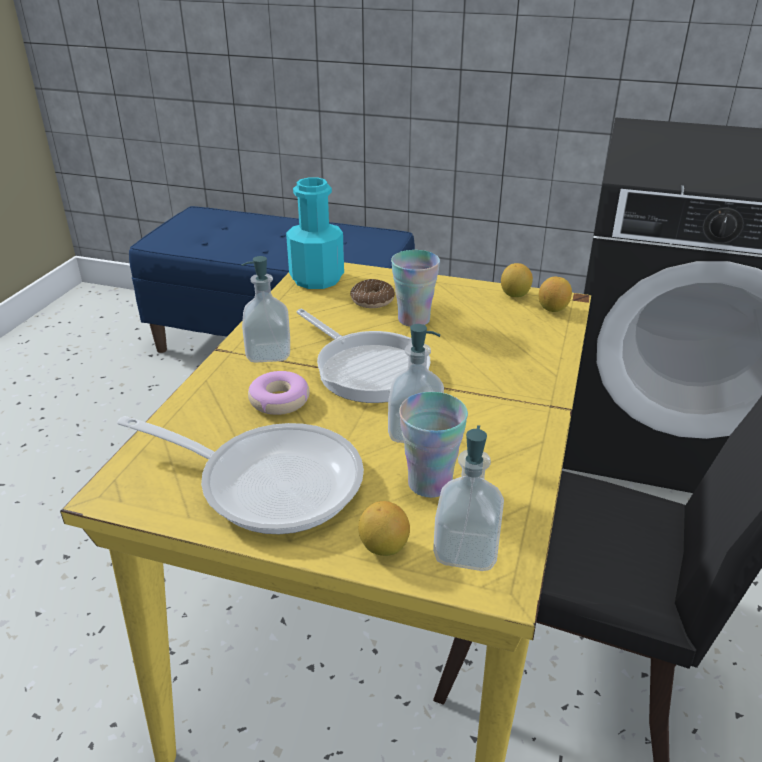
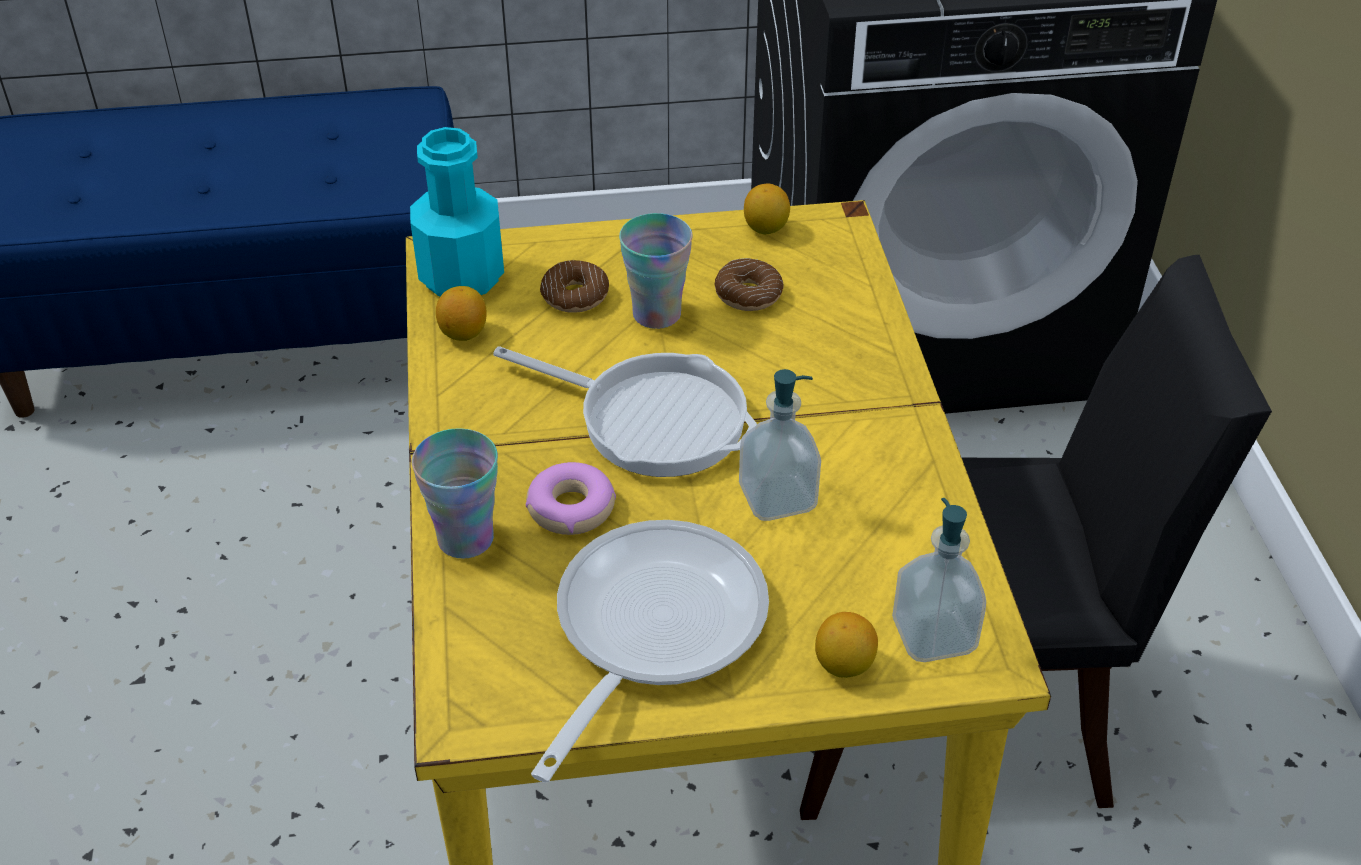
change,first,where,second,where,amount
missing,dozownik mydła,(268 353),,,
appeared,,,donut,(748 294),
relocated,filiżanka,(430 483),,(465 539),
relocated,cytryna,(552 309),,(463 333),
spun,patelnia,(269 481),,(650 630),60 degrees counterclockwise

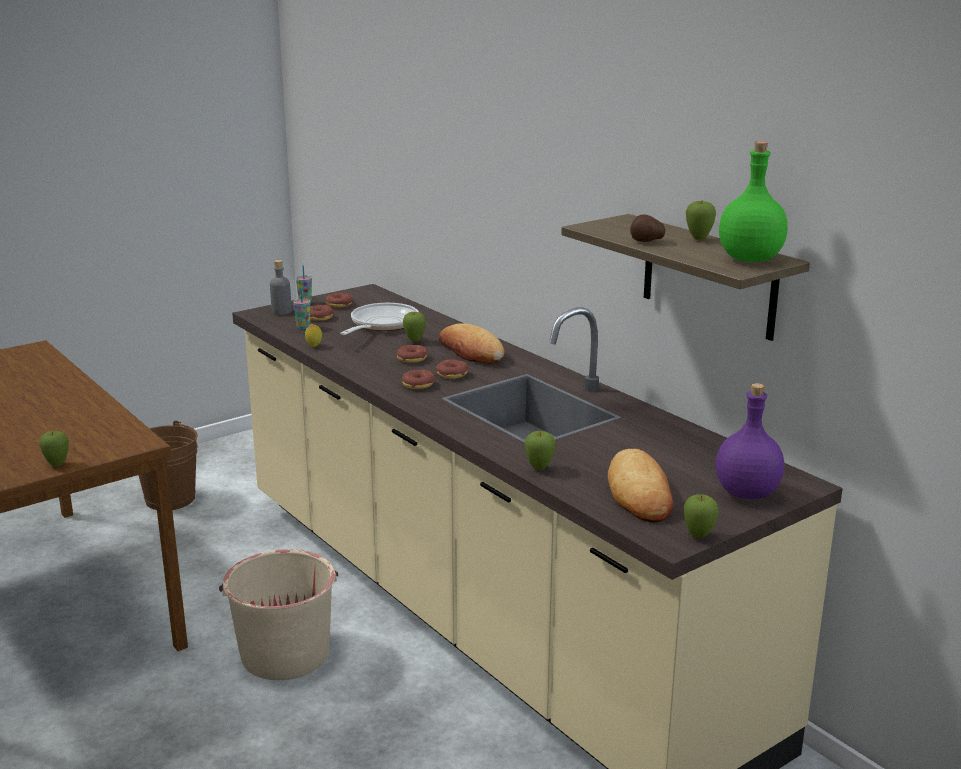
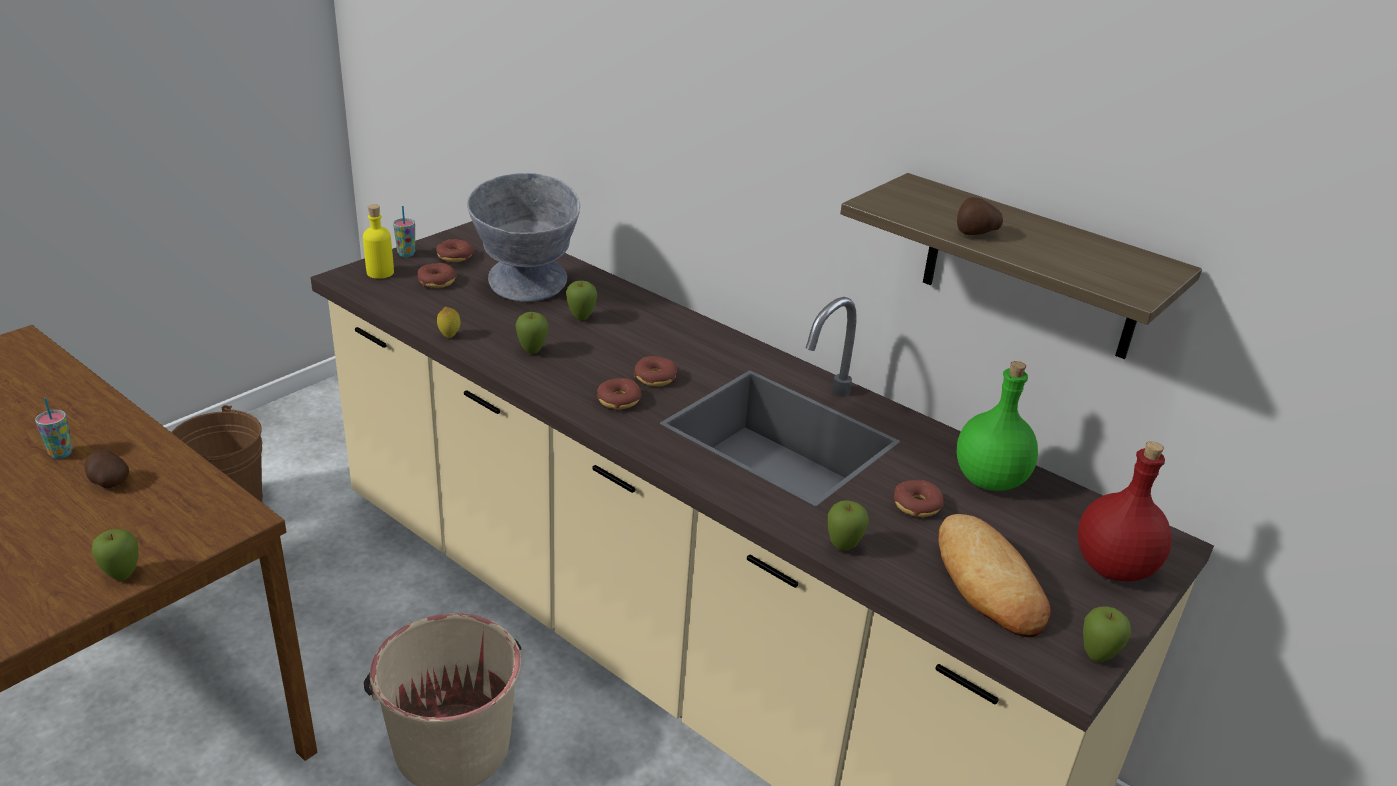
change,first,where,second,where,amount
missing,chleb,(471 351),,,
appeared,,,ziemniak,(108 482),
relocated,filiżanka,(303 327),,(61 453),
relocated,donut,(412 359),,(917 505),
relocated,jabłko,(698 239),,(532 351),
relocated,butelka [zielony],(749 259),,(989 481),
exchanged,patelnia,(381 325),miska [szary],(525 291),
colour,butelka [szary],(281 311),butelka [żółty],(380 272),
colour,butelka [fioletowy],(746 493),butelka [czerwony],(1113 568),

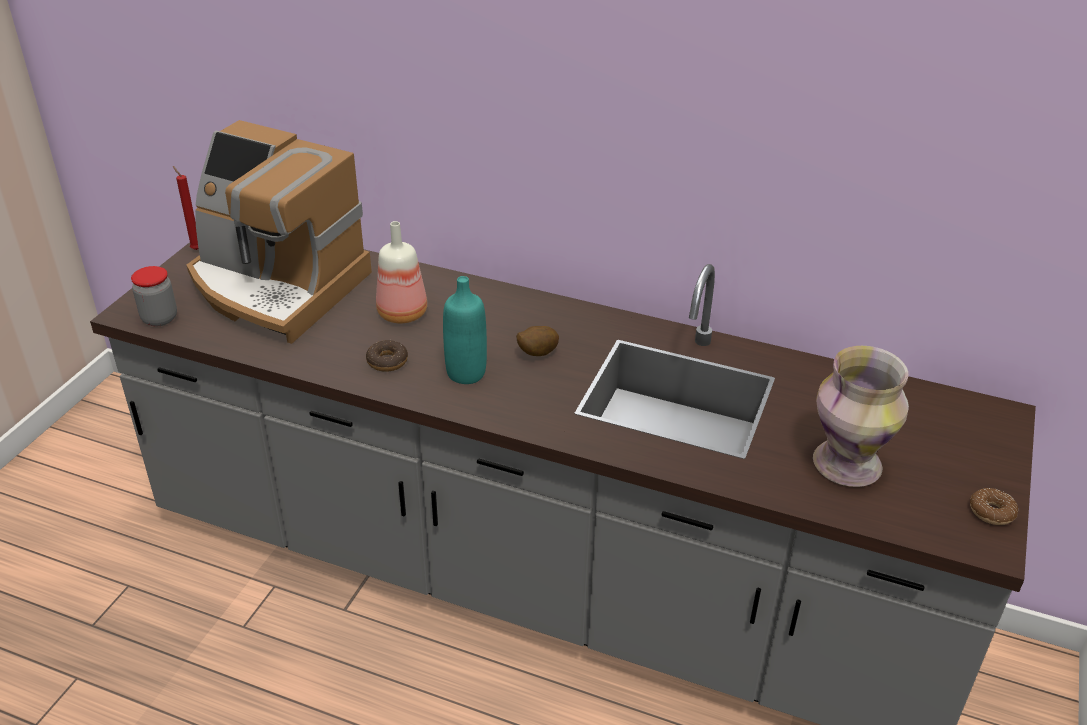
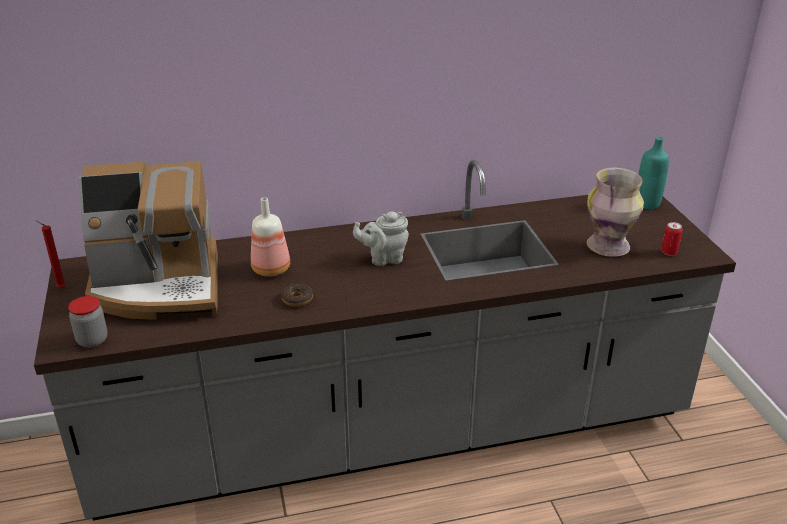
change,first,where,second,where,amount
missing,donut,(991 512),,,
appeared,,,puszka,(669 252),
relocated,butelka [turkusowy],(466 373),,(647 203),
exchanged,ziemniak,(536 353),imbryk [szary],(384 258),

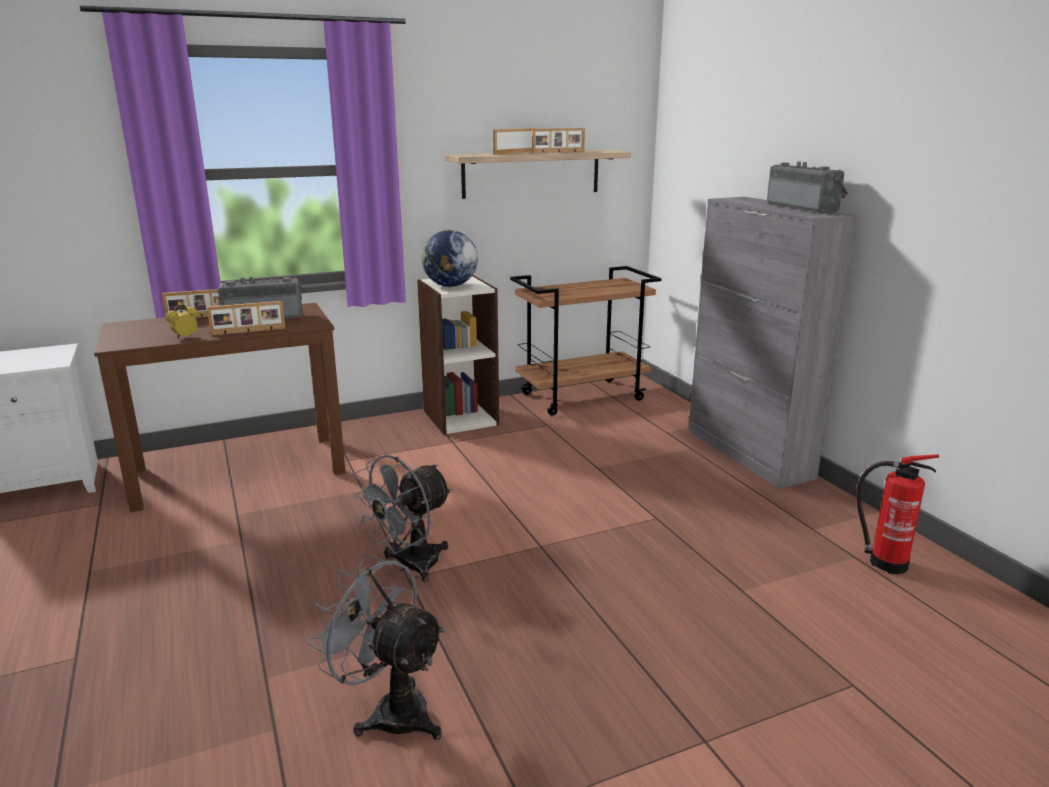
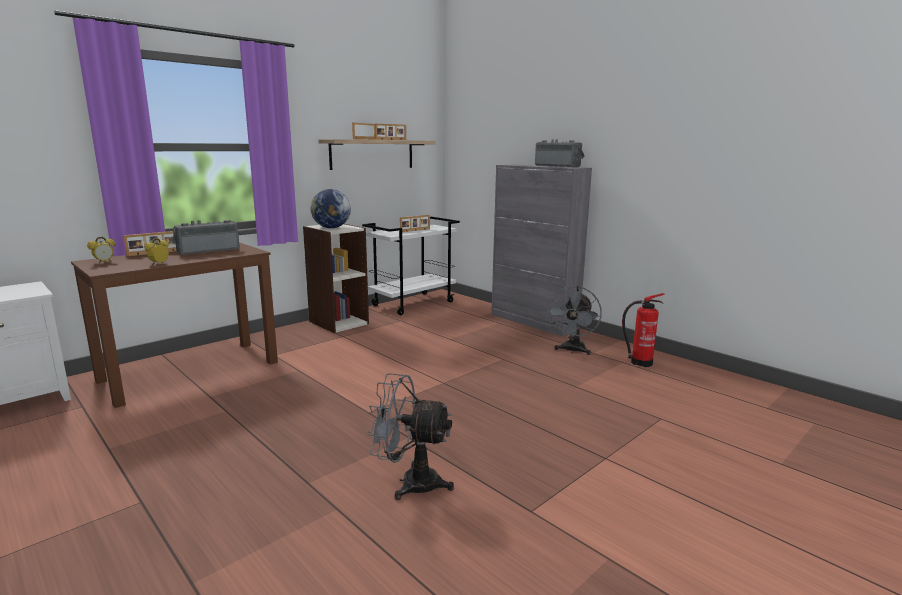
change,first,where,second,where,amount
appeared,,,budzik,(104 262),
relocated,ramka na zdjęcie,(248 331),,(415 230),
relocated,wentylator [szary],(410 566),,(572 351),
colour,wózek [brązowy],(582 396),wózek [biały],(413 303),

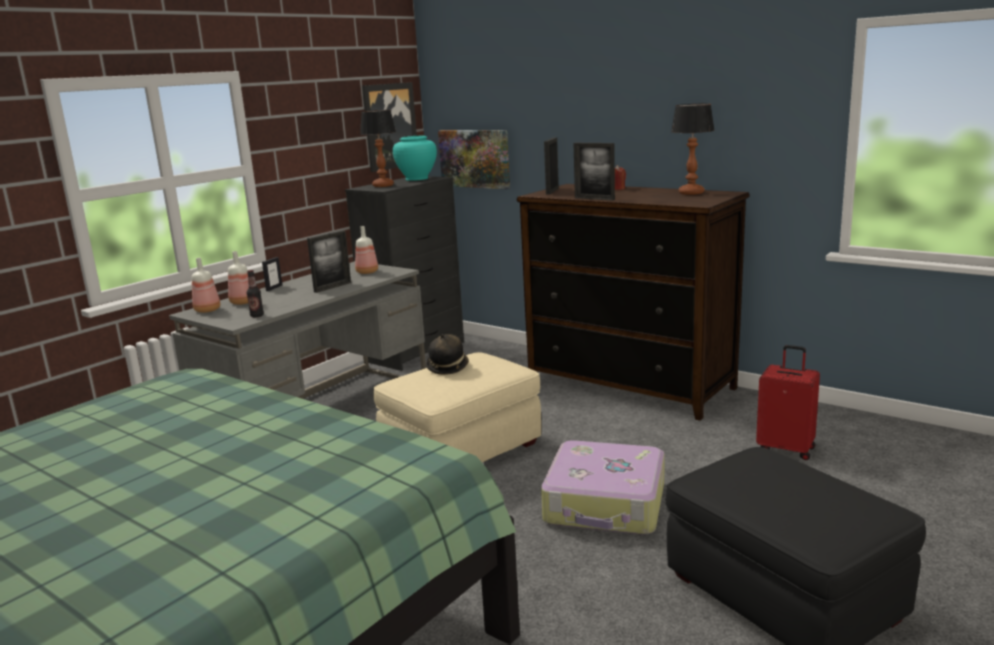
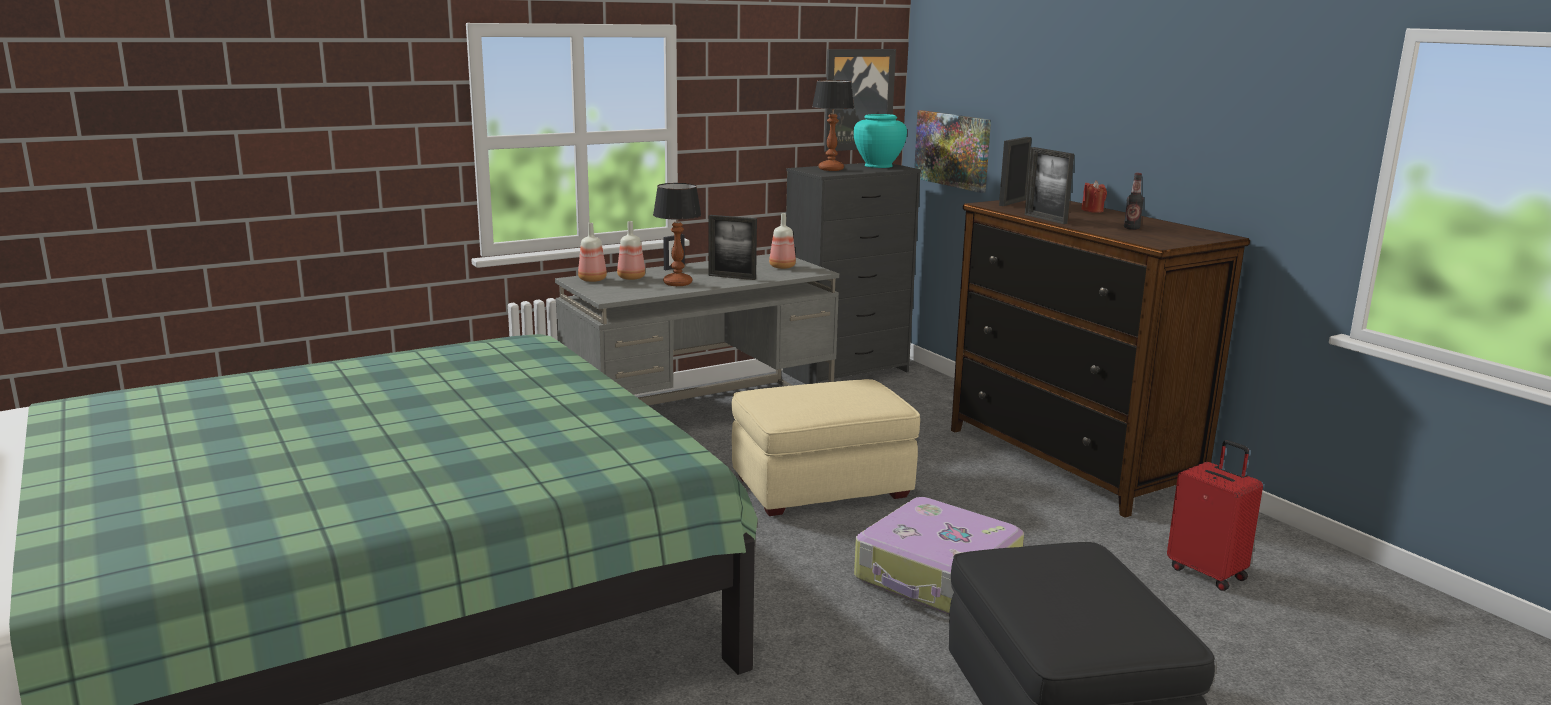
change,first,where,second,where,amount
missing,kapelusz,(447 367),,,
relocated,butelka,(257 316),,(1131 228),
relocated,lampa stołowa,(691 193),,(678 283),
spun,ramka na zdjęcie,(332 287),,(732 277),45 degrees clockwise

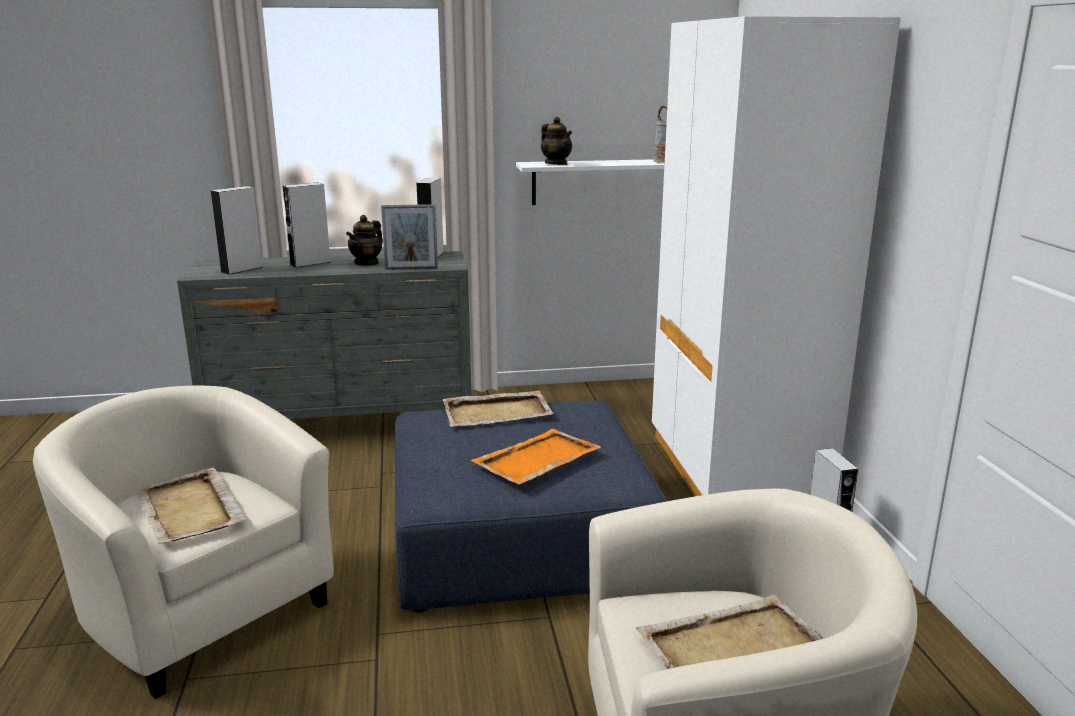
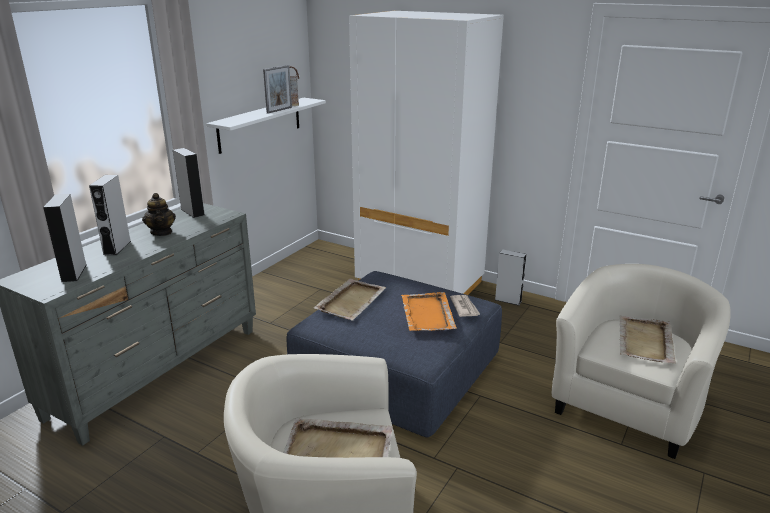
change,first,where,second,where,amount
missing,imbryk,(556 164),,,
appeared,,,gazeta,(464 307),
relocated,ramka na zdjęcie,(411 268),,(279 110),

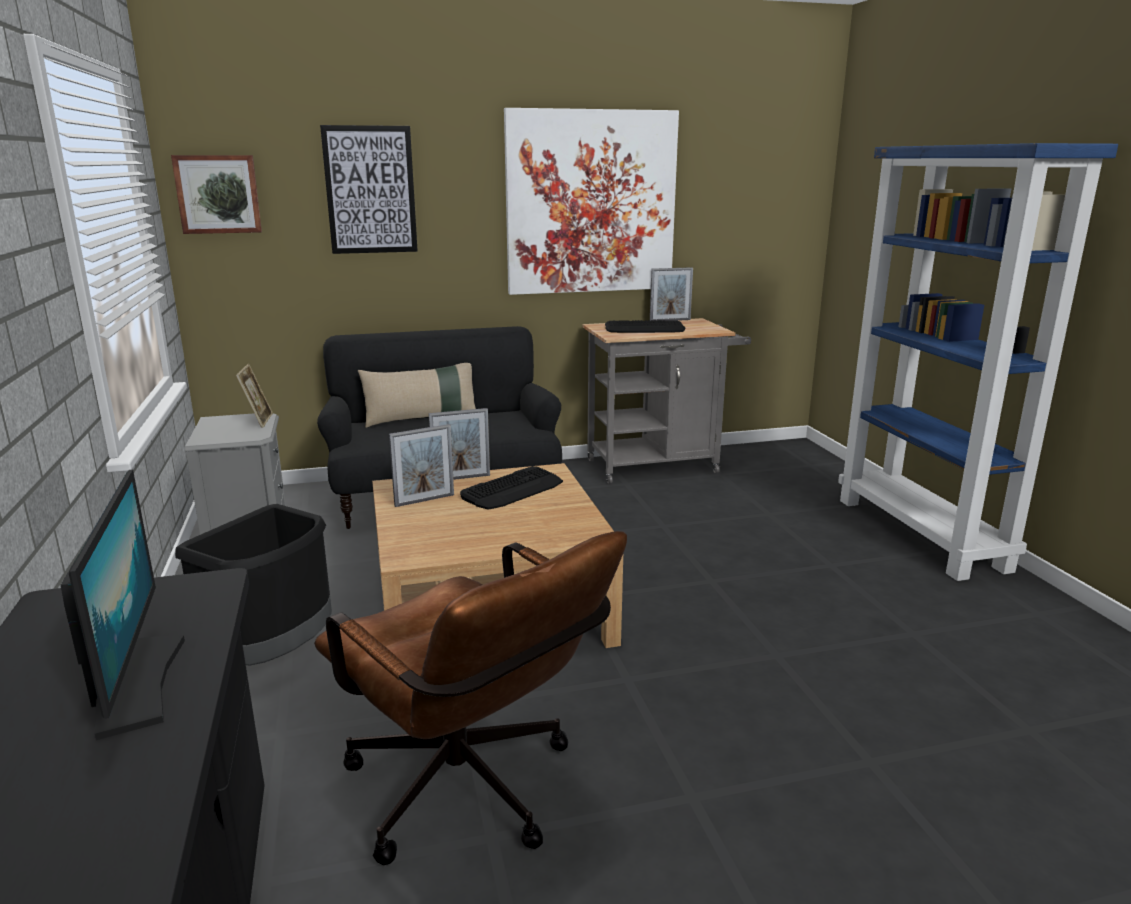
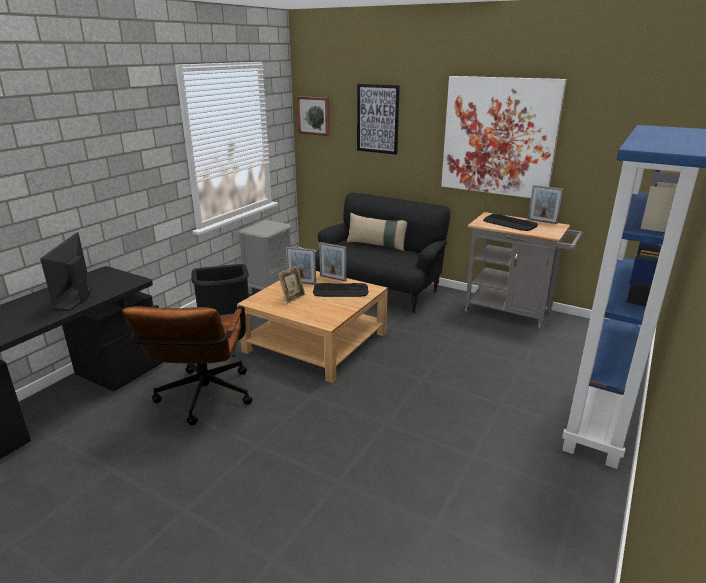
change,first,where,second,where,amount
relocated,ramka na zdjęcie,(258 421),,(292 298),
spun,monitor,(135 684),,(75 299),150 degrees clockwise

